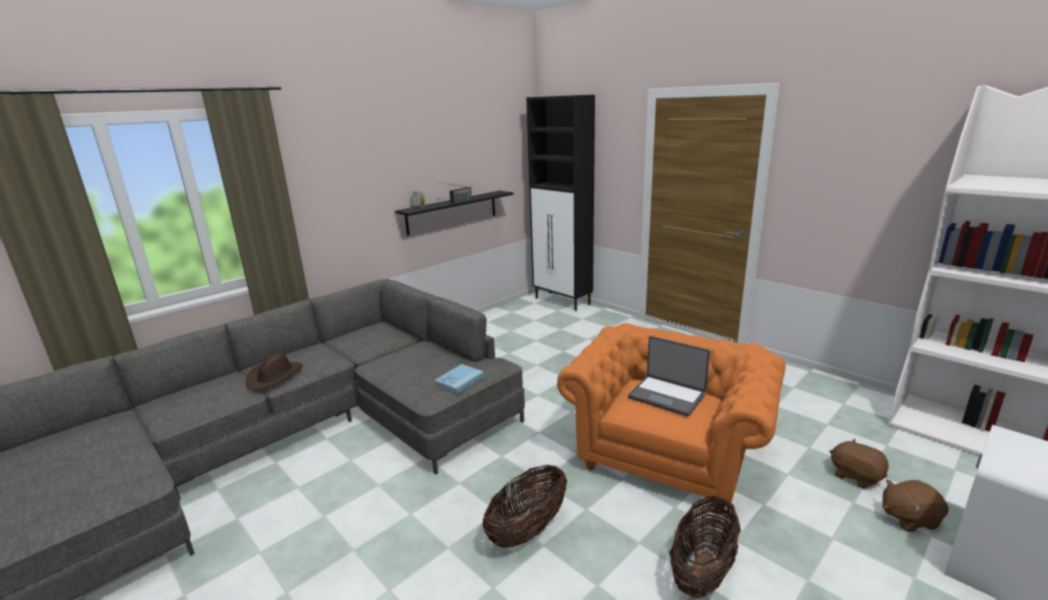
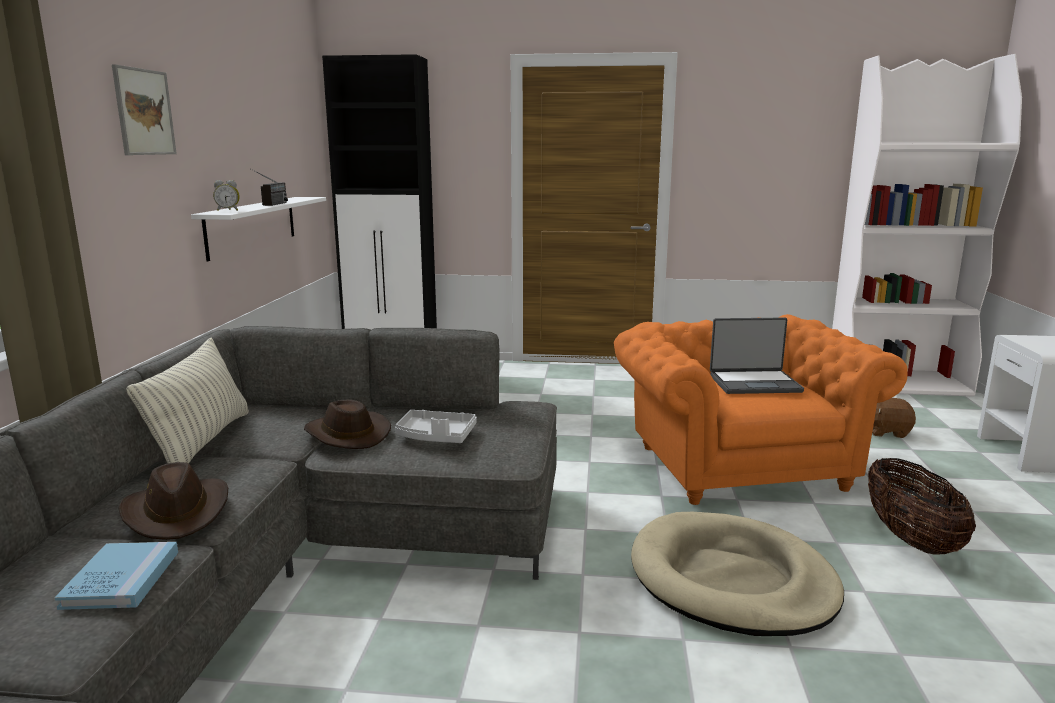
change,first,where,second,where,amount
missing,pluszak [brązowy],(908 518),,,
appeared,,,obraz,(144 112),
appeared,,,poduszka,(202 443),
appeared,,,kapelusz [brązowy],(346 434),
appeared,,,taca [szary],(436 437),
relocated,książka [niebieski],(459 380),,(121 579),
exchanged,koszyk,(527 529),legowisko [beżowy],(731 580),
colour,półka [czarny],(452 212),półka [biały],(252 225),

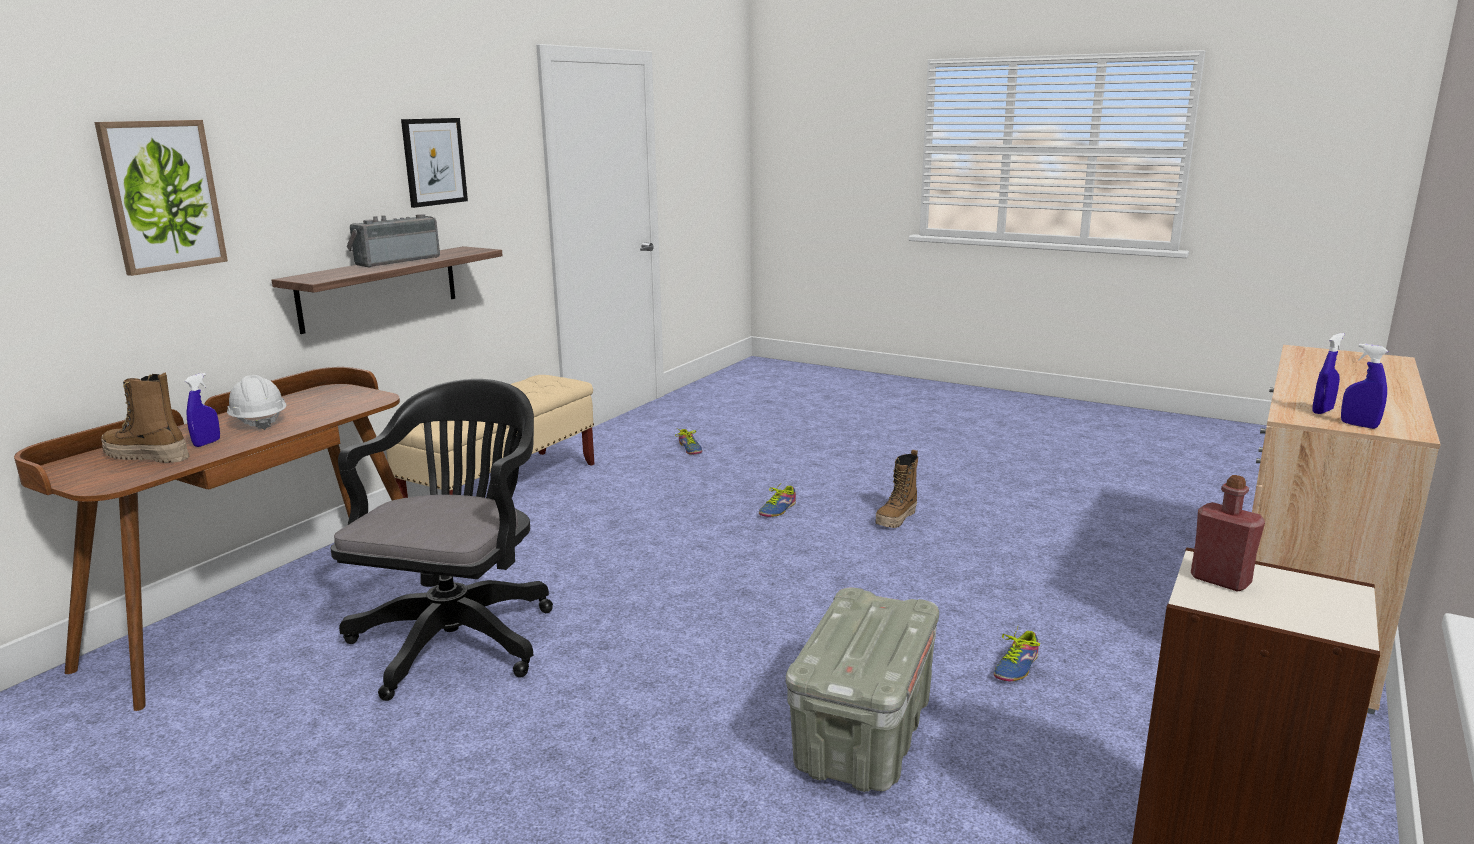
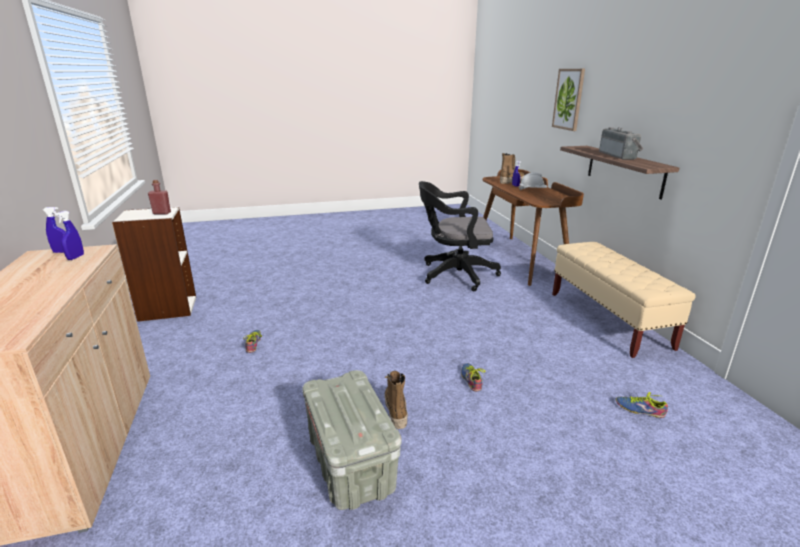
change,first,where,second,where,amount
missing,obraz,(434 161),,,
relocated,pojemnik do przechowywania [szary],(864 736),,(350 464),
spun,krzesło biurowe [czarny],(459 636),,(454 275),120 degrees clockwise

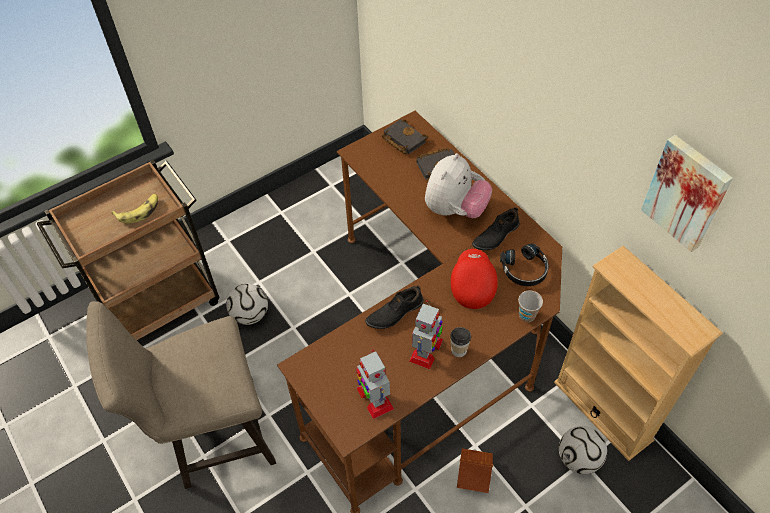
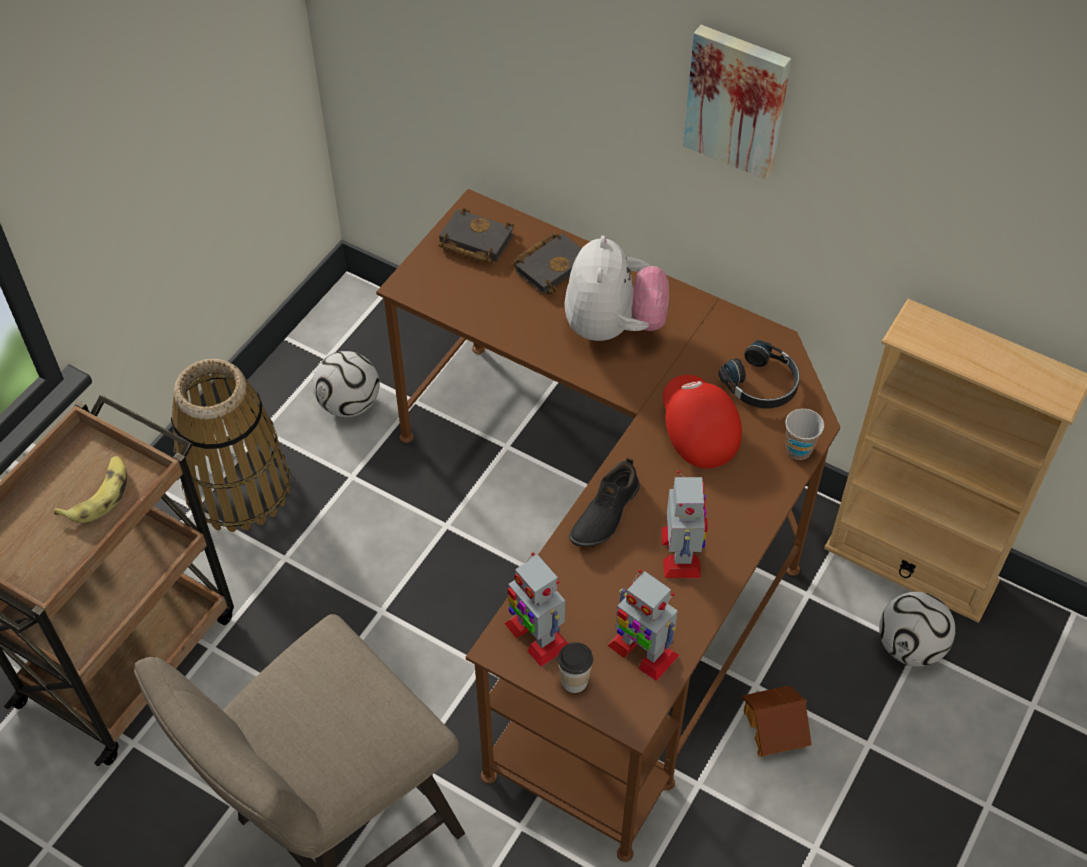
change,first,where,second,where,amount
missing,but [czarny],(495 235),,,
appeared,,,koszyk,(238 487),
appeared,,,robot zabawkowy,(536 634),
relocated,piłka futbolowa,(250 314),,(349 404),
relocated,filiżanka,(459 350),,(574 681),
relocated,obraz,(687 192),,(737 100),

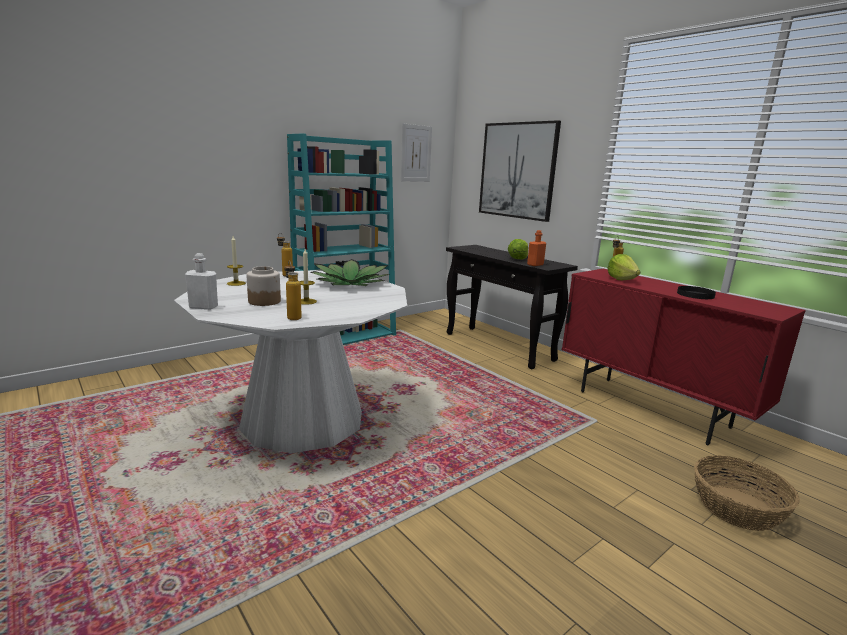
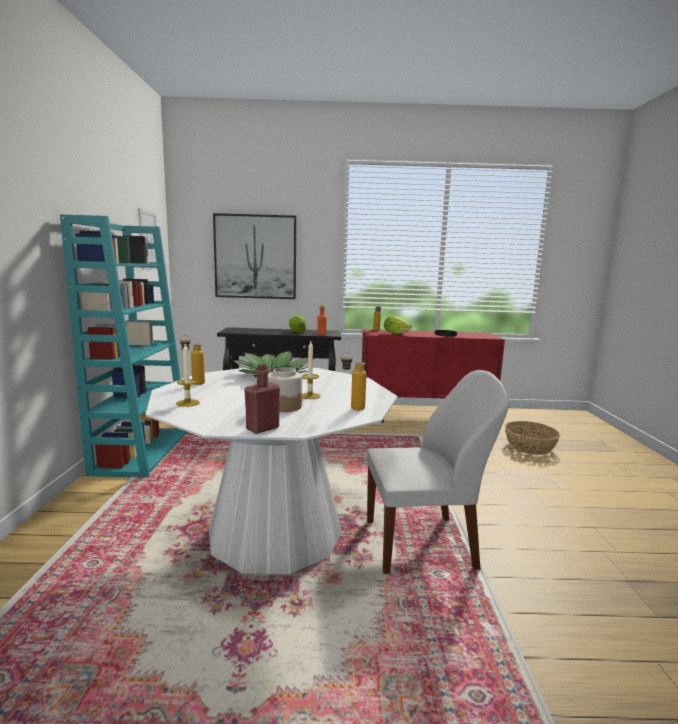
change,first,where,second,where,amount
appeared,,,krzesło [biały],(422 544),
colour,butelka [biały],(203 307),butelka [czerwony],(262 428),

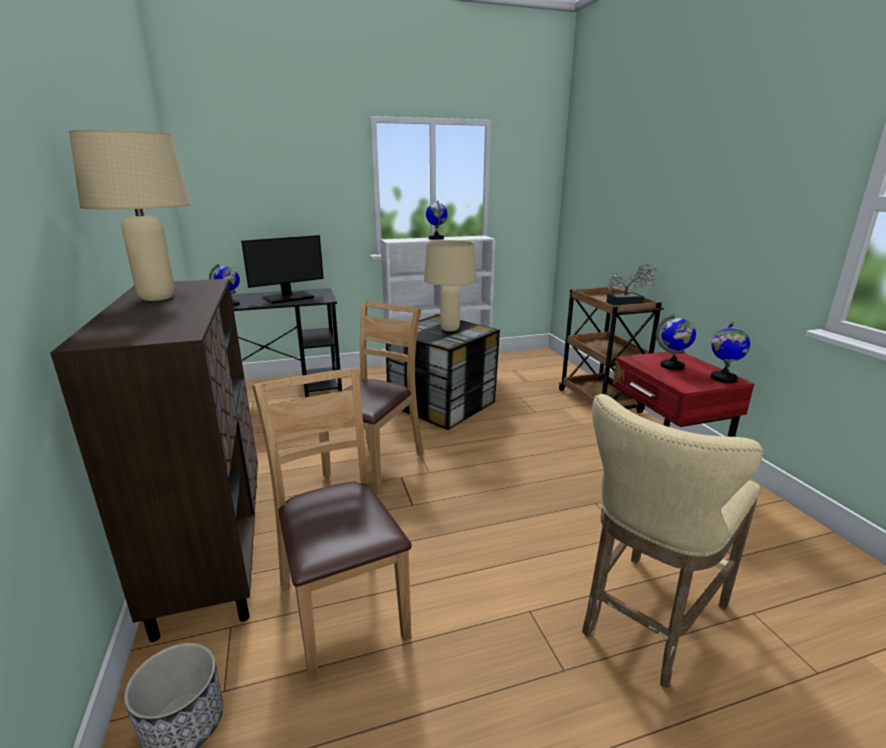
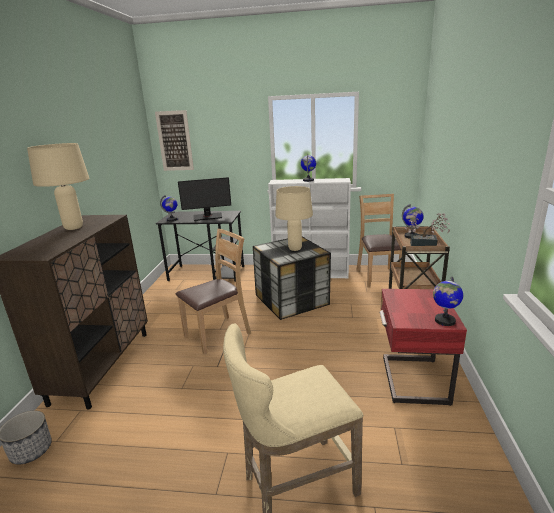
change,first,where,second,where,amount
appeared,,,obraz,(175 141),
relocated,krzesło [brązowy],(343 608),,(378 277),
relocated,globus,(672 366),,(411 236),

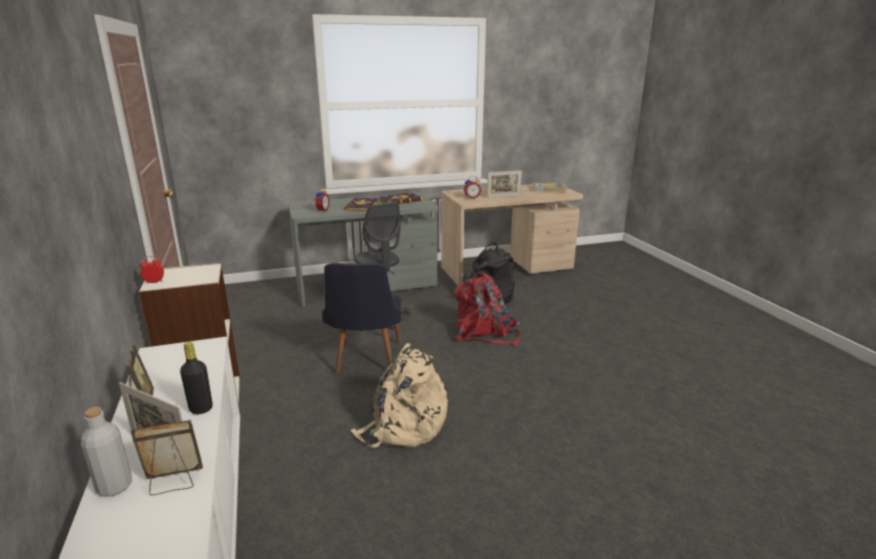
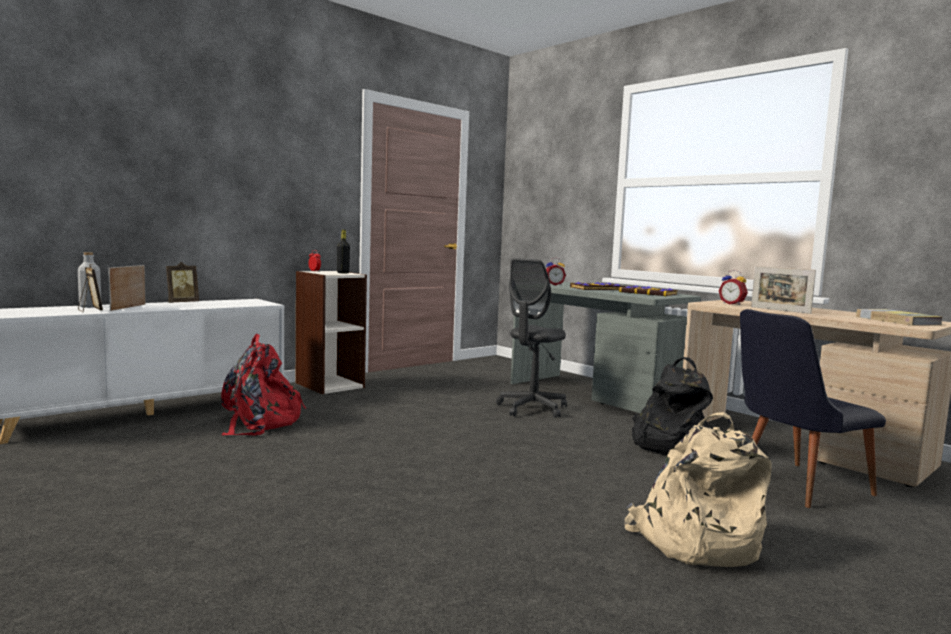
change,first,where,second,where,amount
relocated,butelka [czarny],(201 409),,(343 273),
relocated,krzesło [czarny],(366 361),,(792 486),
relocated,plecak [beżowy],(404 426),,(694 542),
relocated,plecak [czerwony],(485 333),,(260 422),

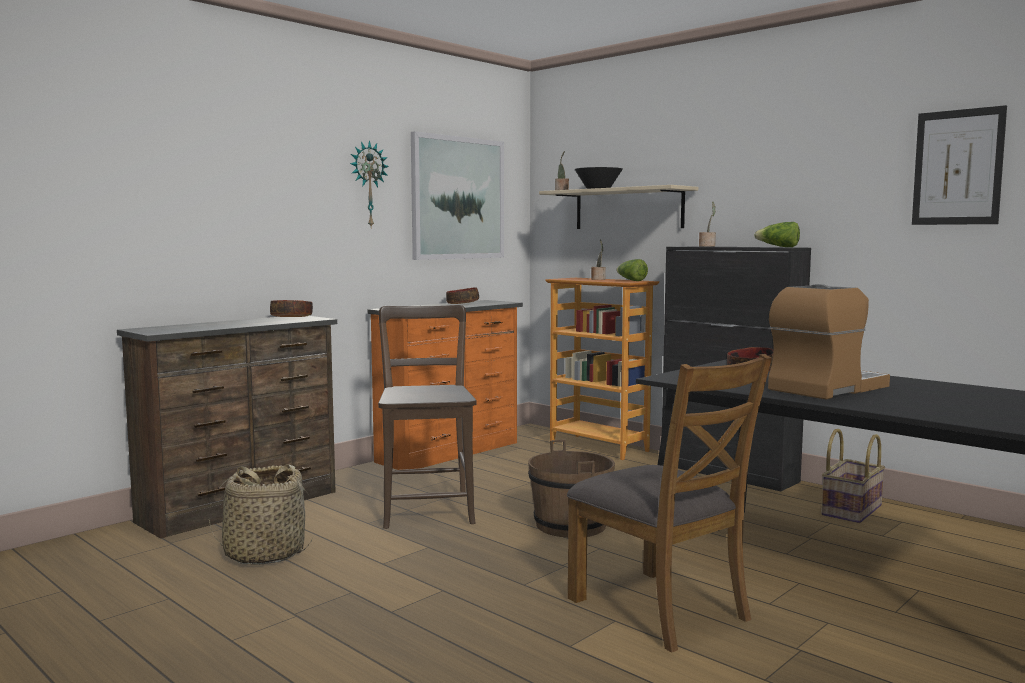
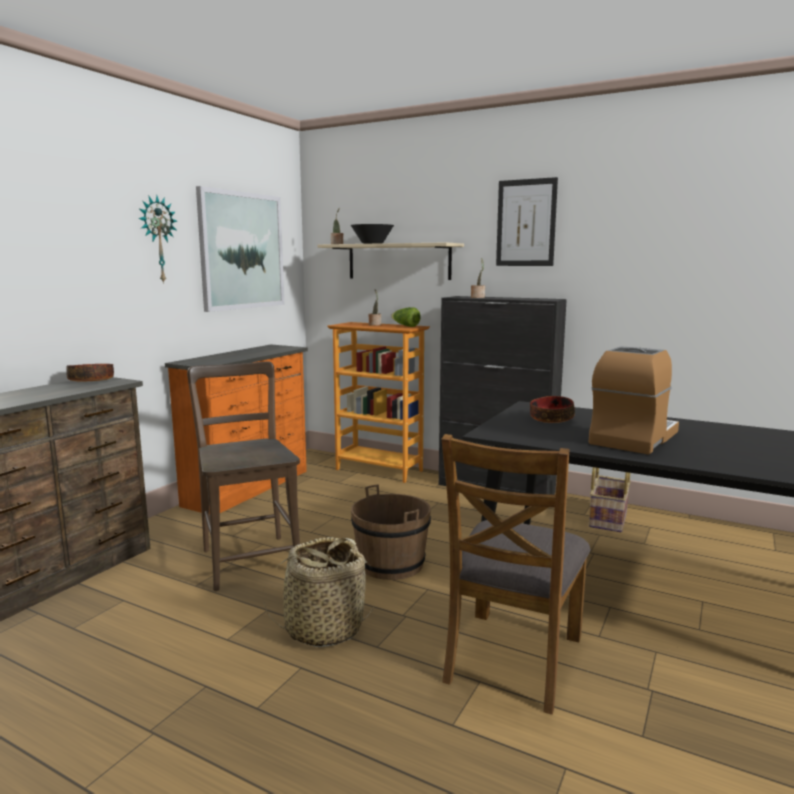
change,first,where,second,where,amount
missing,miska,(462 303),,,
missing,sałata,(778 247),,,
relocated,koszyk,(264 553),,(323 628),
relocated,obraz,(957 167),,(526 223),
spun,krzesło [brązowy],(660 608),,(512 658),75 degrees clockwise

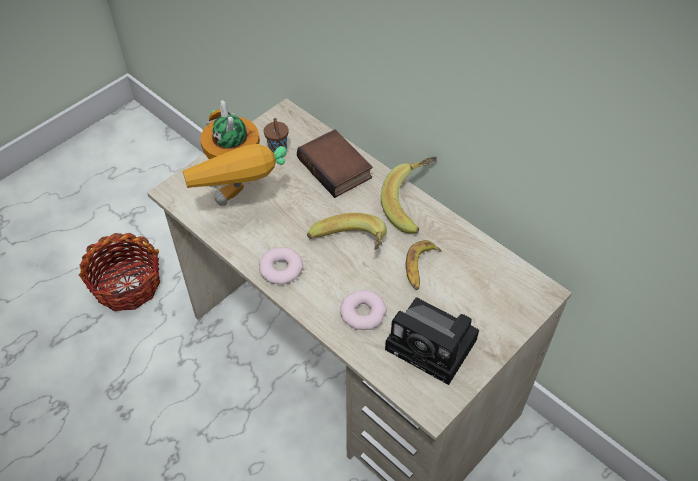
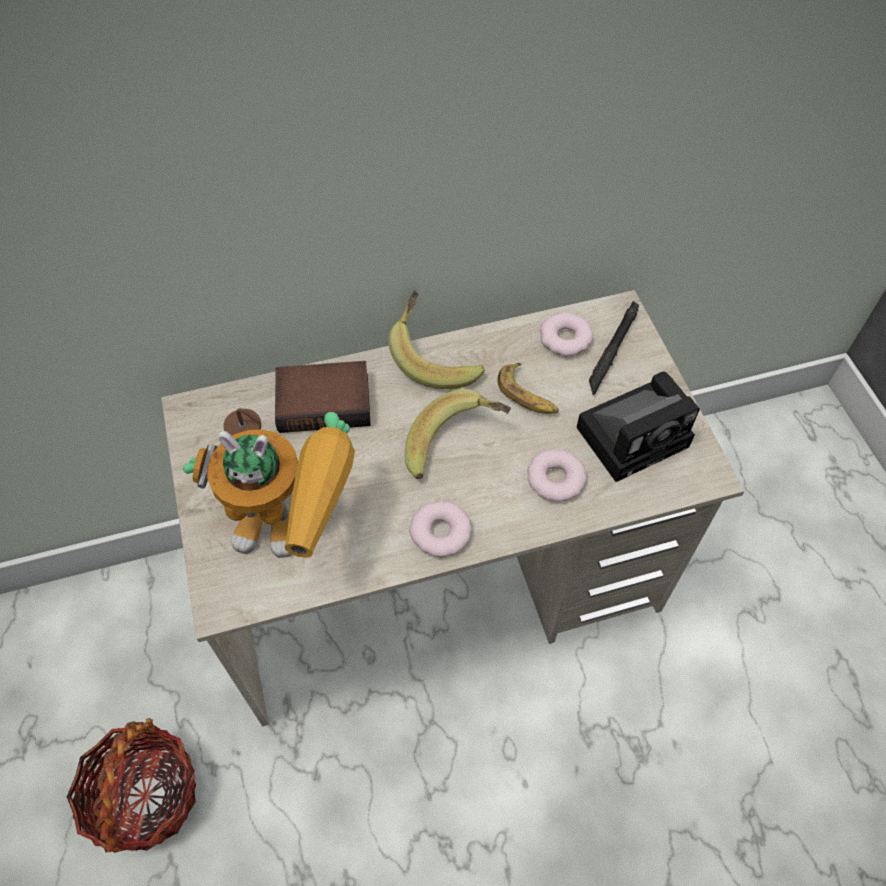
change,first,where,second,where,amount
appeared,,,donut,(565 339),
appeared,,,latarka [czarny],(613 350),

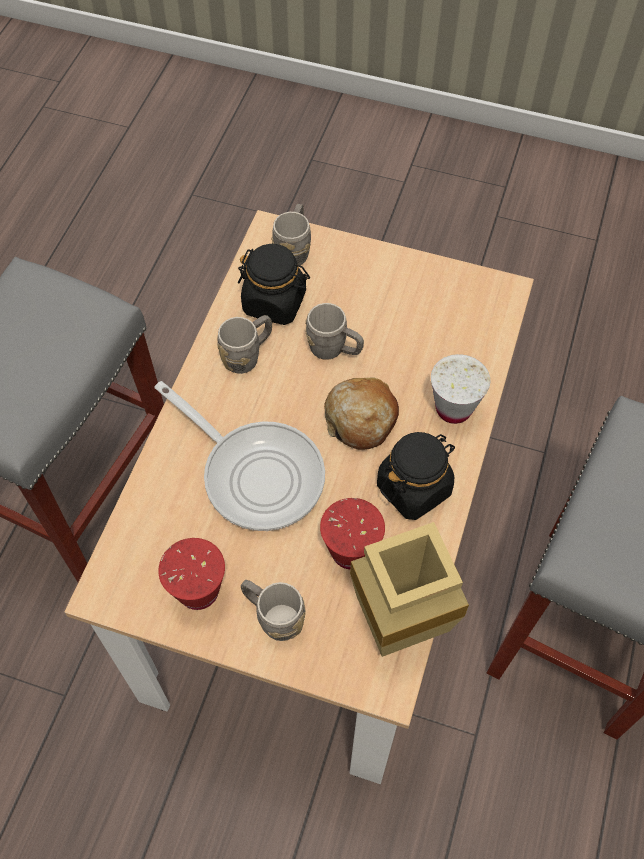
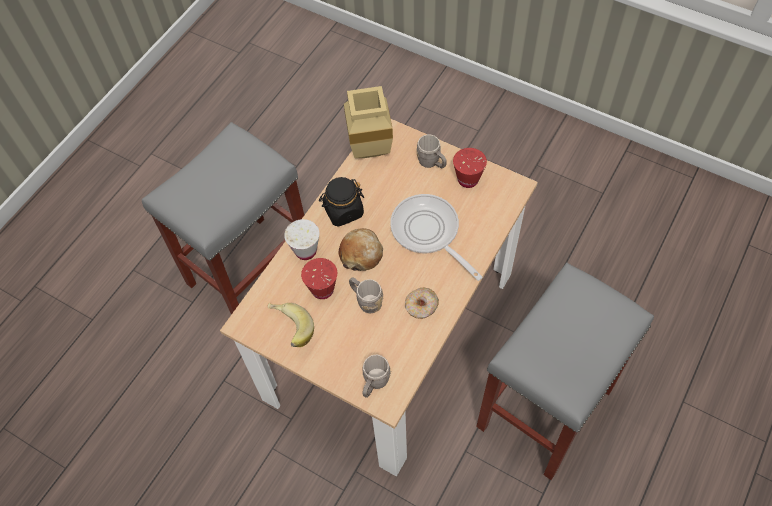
change,first,where,second,where,amount
missing,słoik [czarny],(275 302),,,
appeared,,,banan,(289 330),
relocated,filiżanka [czerwony],(350 551),,(322 289),
exchanged,kubek [szary],(247 355),donut,(421 306),

